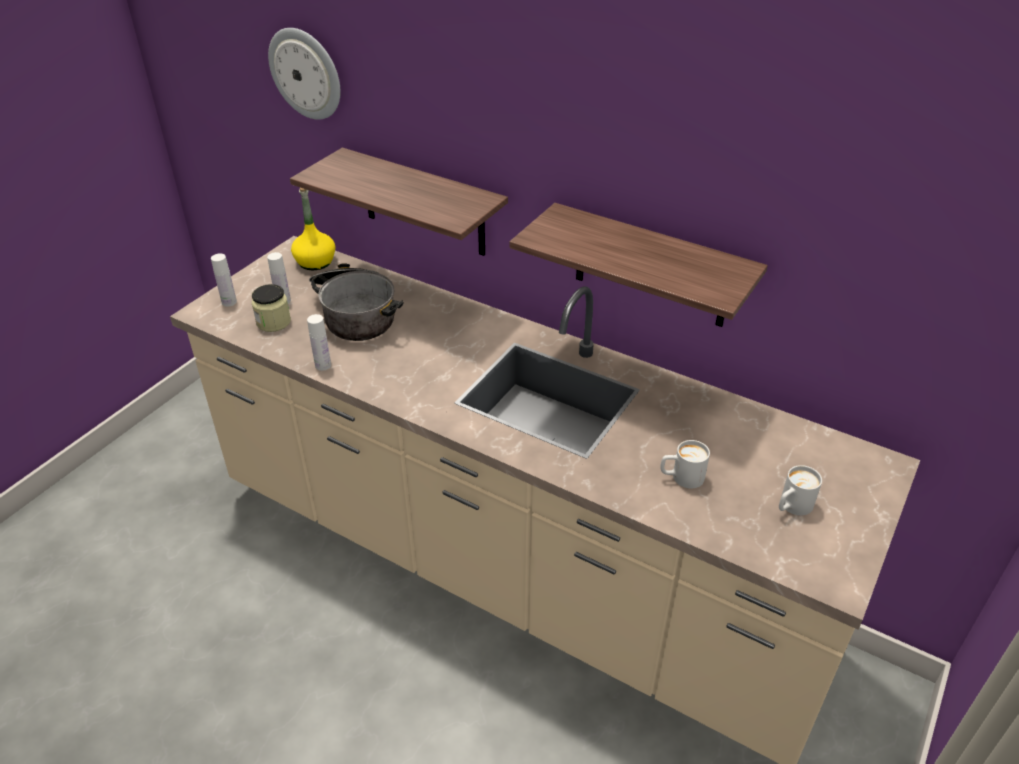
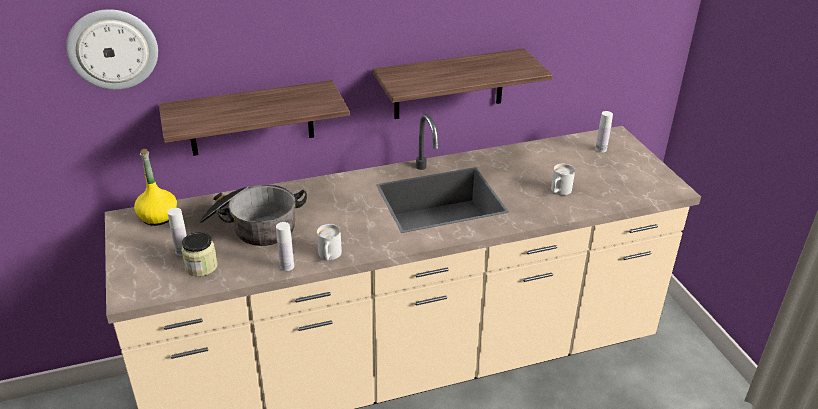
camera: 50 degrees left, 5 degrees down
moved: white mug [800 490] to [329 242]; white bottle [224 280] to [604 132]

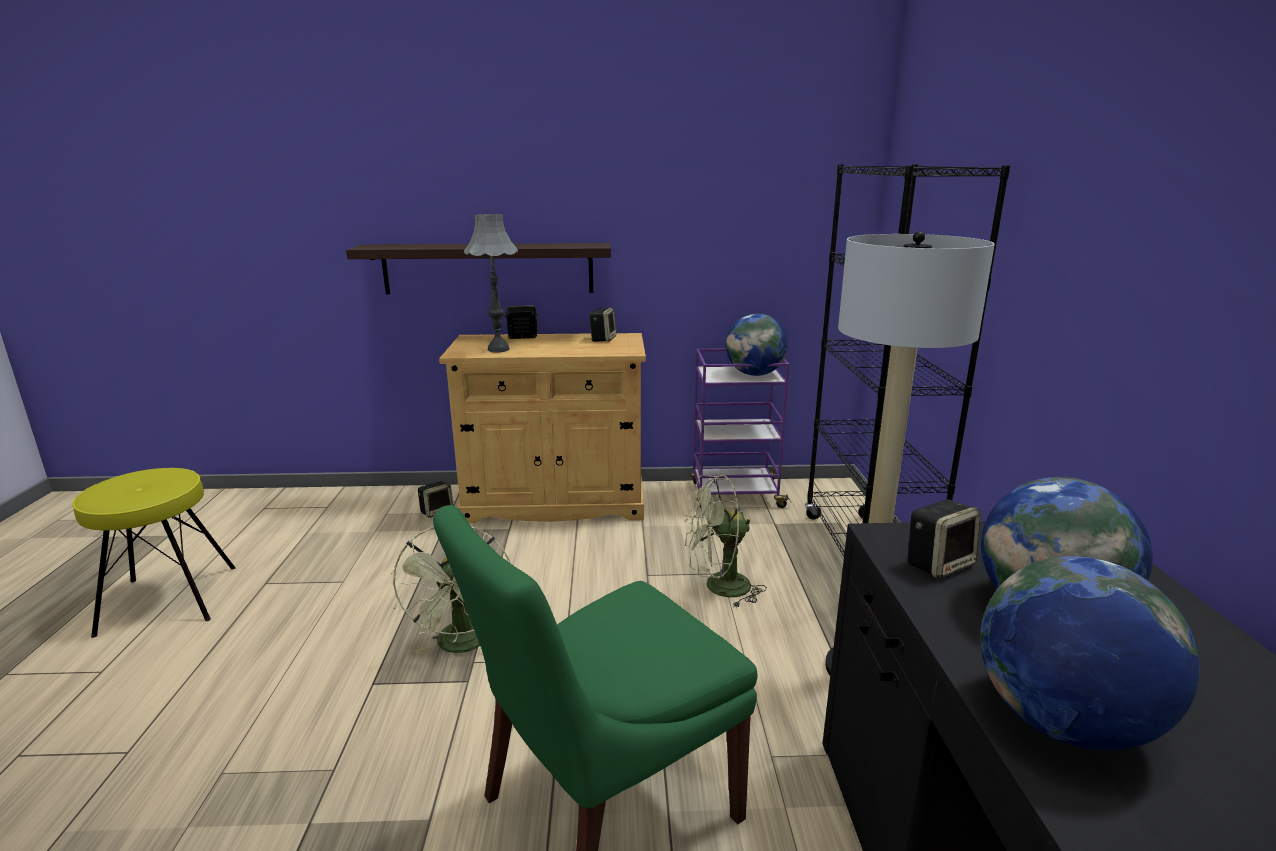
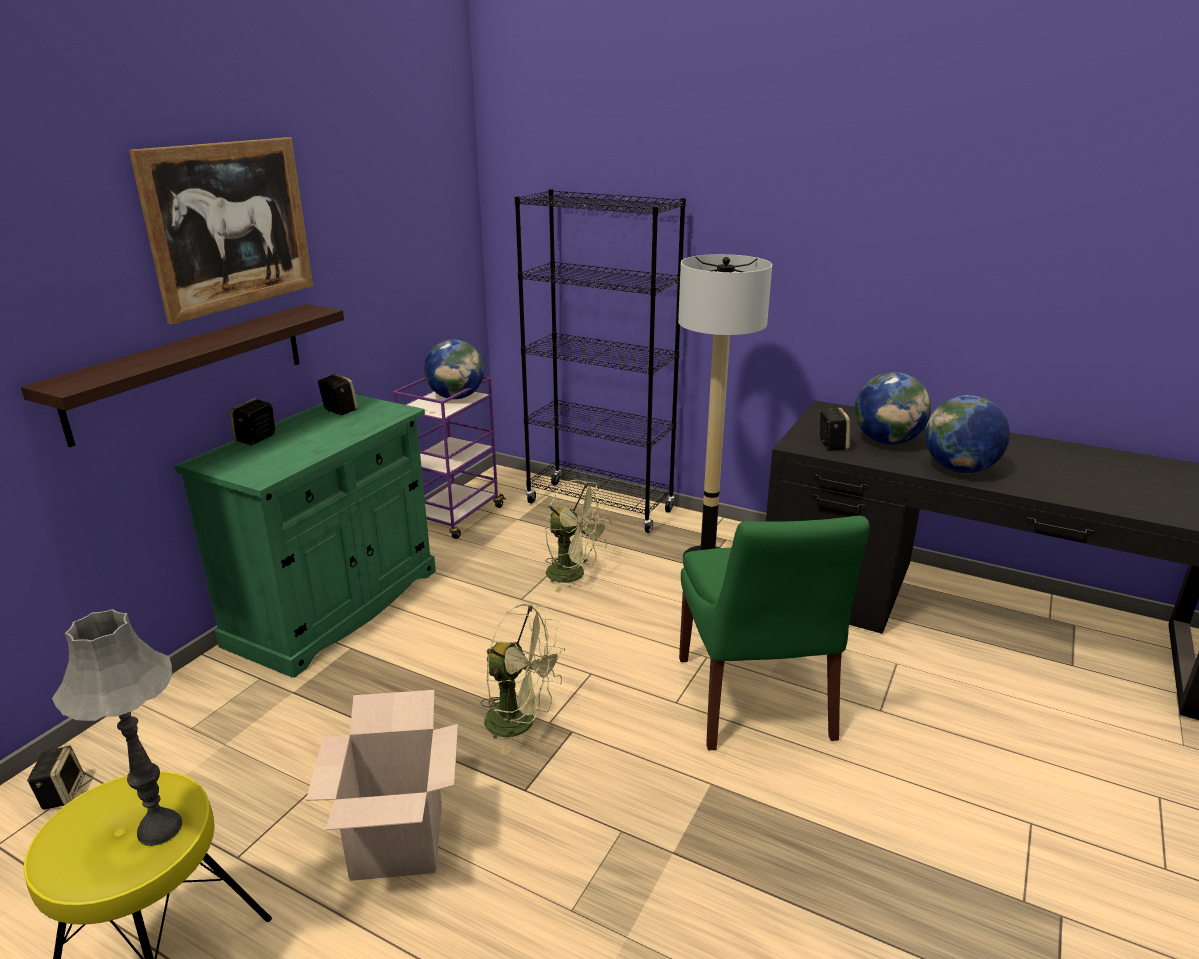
camera: 60 degrees left, 5 degrees up
added: picture [221 230]; cardboard box [382 785]
moved: speaker [436 499] to [56 777]; grey table lamp [491 283] to [117 727]
recoloured: beige cabinet [542 428] to green cabinet [305 536]
turned: green fan [725 542] = [578 536] 75 degrees counterclockwise

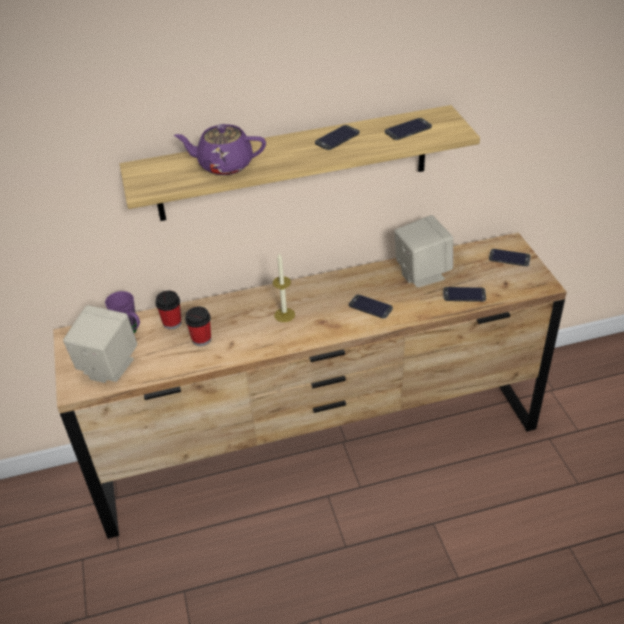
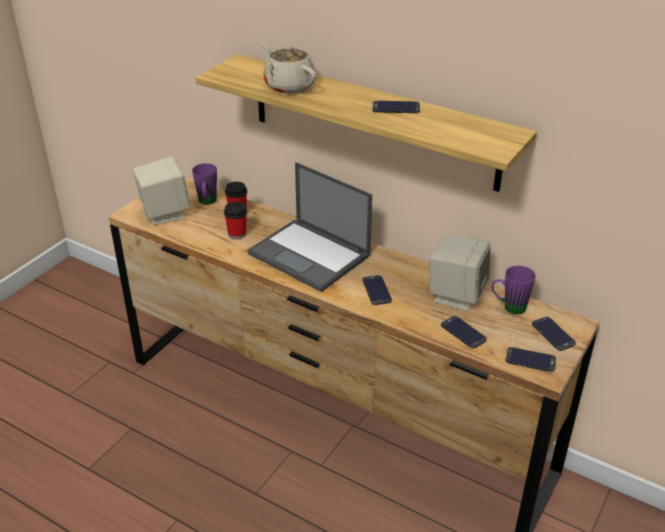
camera: 45 degrees right, 5 degrees down
added: purple mug [513 290]
moved: phone [408 129] to [531 359]
replaced: candle [284 287] to laptop [309 227]
recoloured: purple teapot [220 149] to beige teapot [289 68]

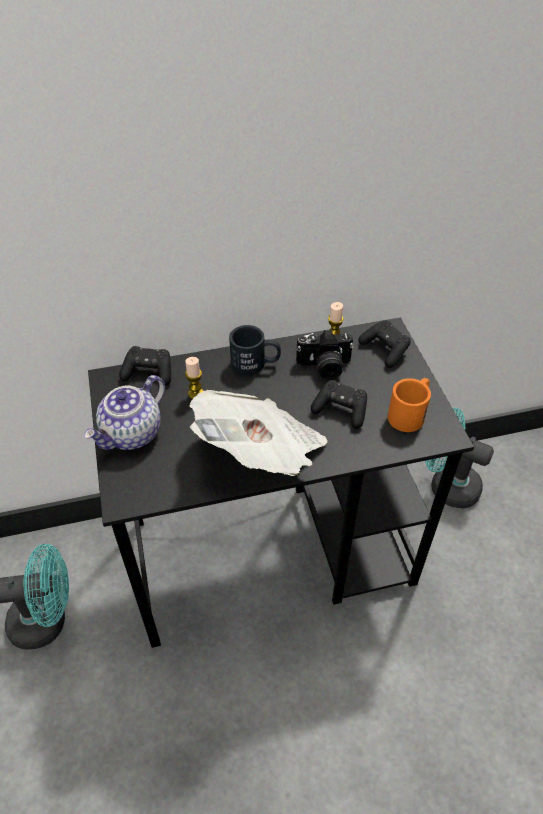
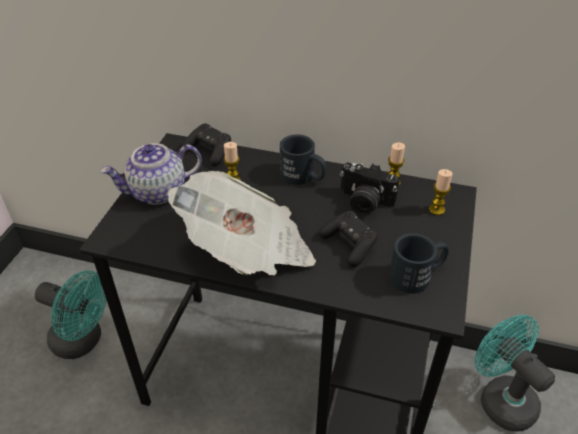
camera: 30 degrees right, 5 degrees down
replaced: black game controller [384 344] to candle [440 192]
recoloured: orange mug [409 405] to black mug [419 263]

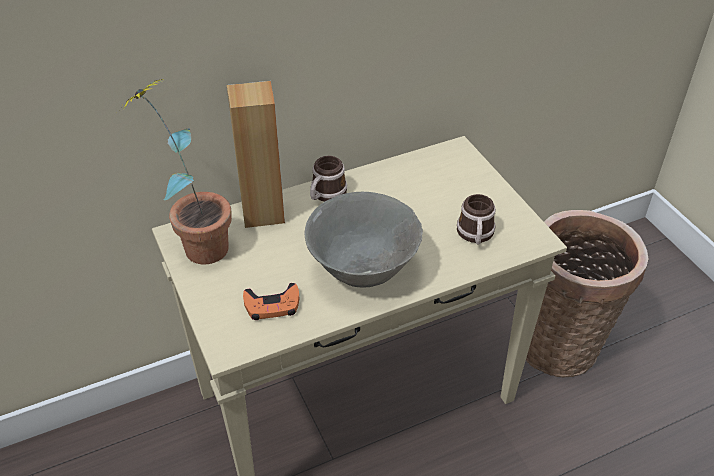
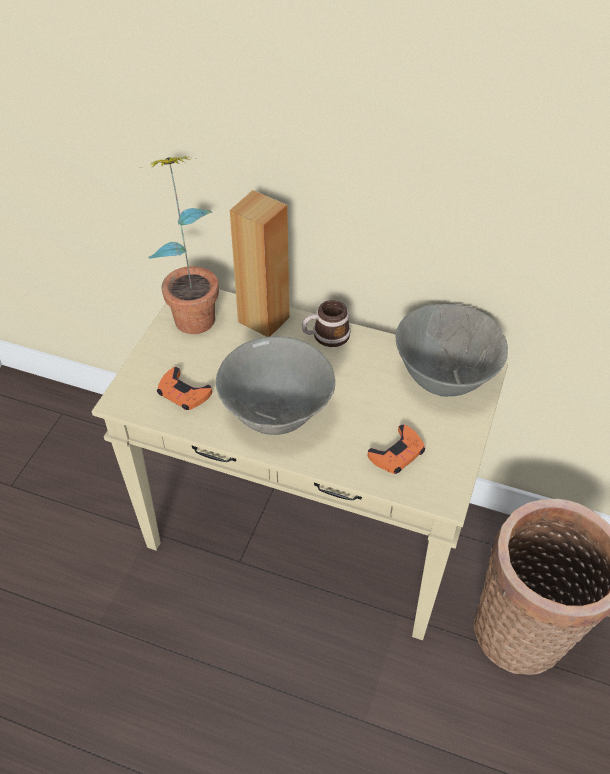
camera: 45 degrees right, 5 degrees up
added: grey bowl [451 350]
replaced: mug [476 219] to orange game controller [396 449]

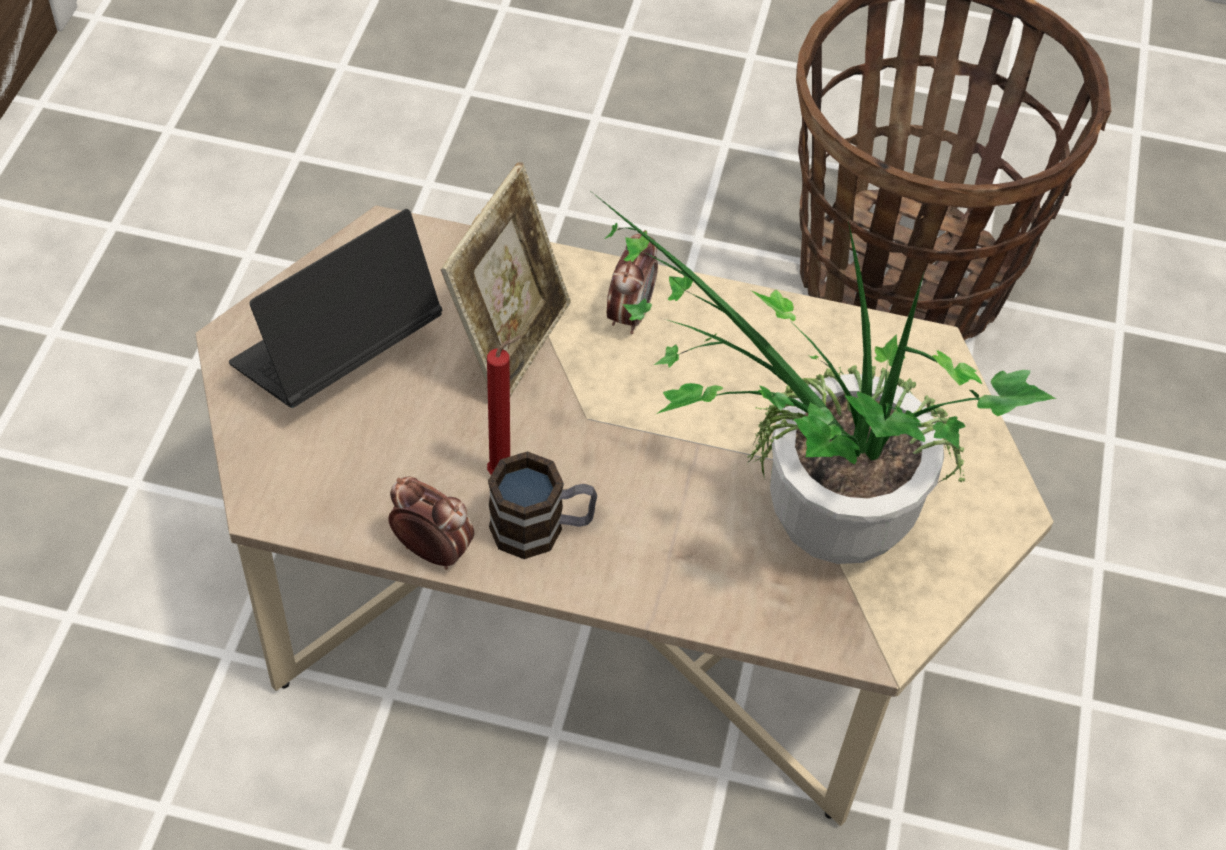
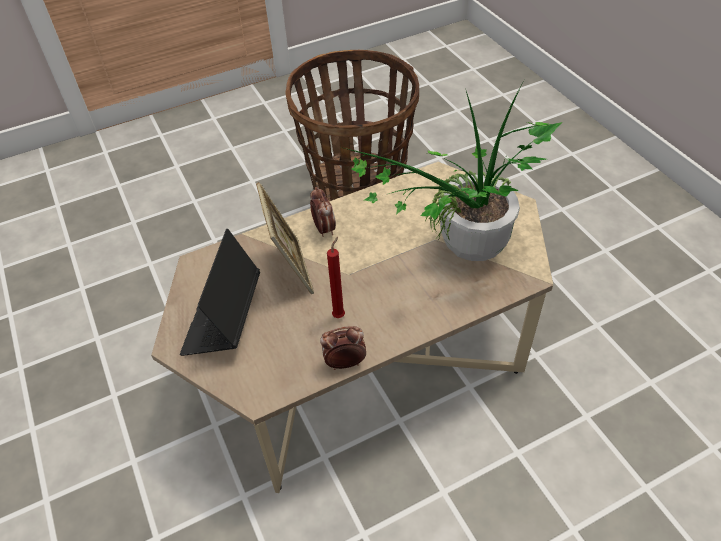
camera: 35 degrees left, 5 degrees down
removed: mug [542 505]

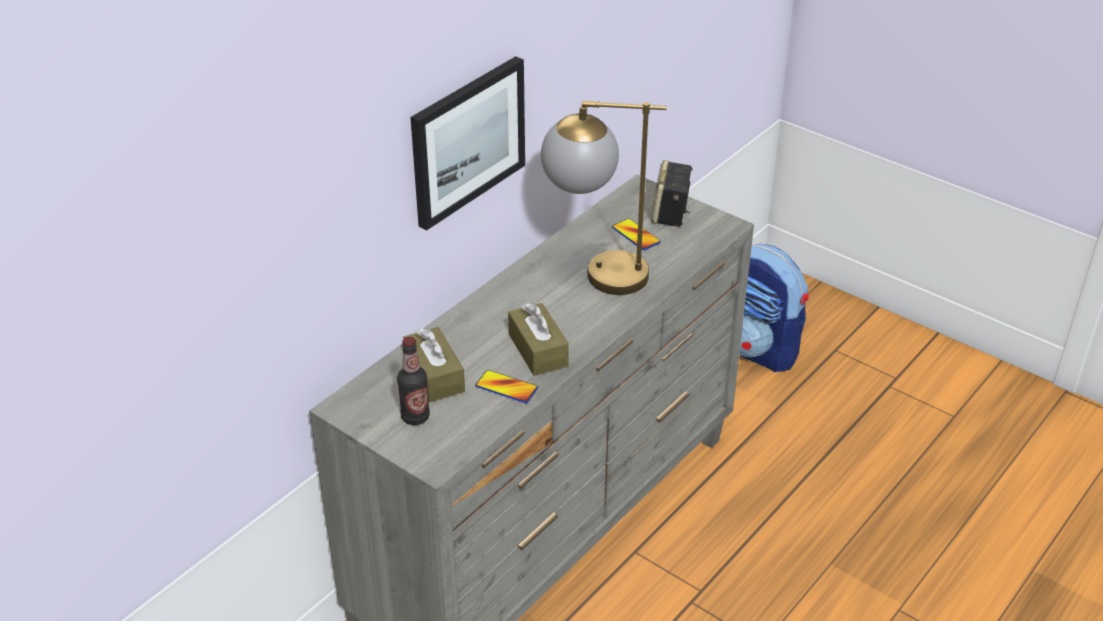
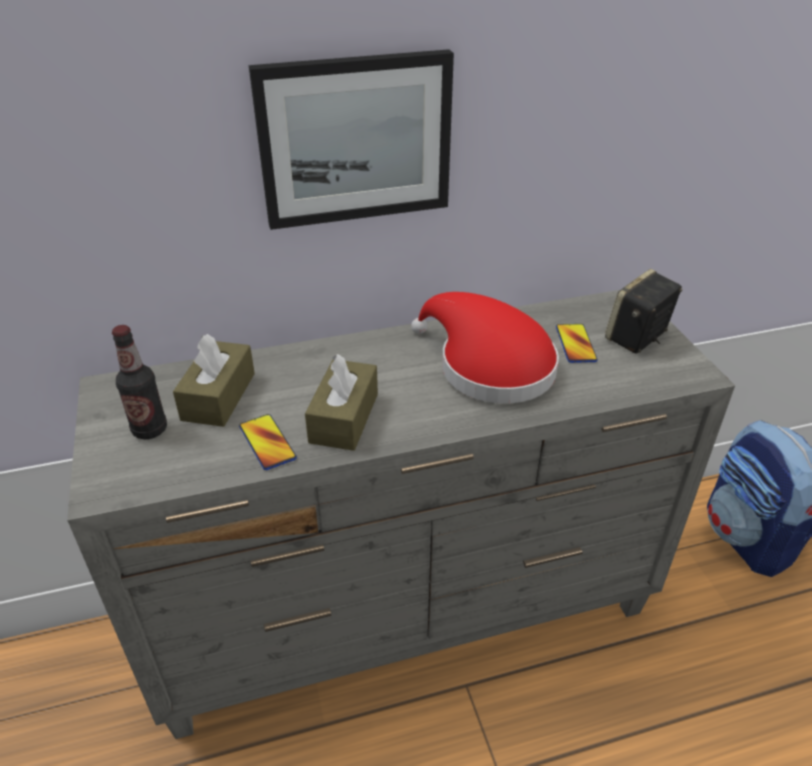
camera: 35 degrees right, 0 degrees up
replaced: table lamp [604 198] to red hat [485 348]

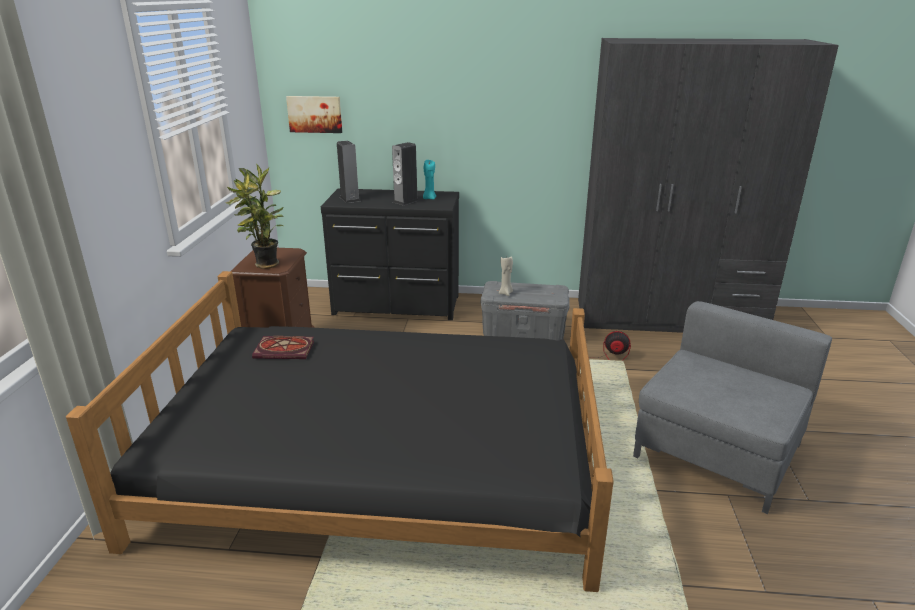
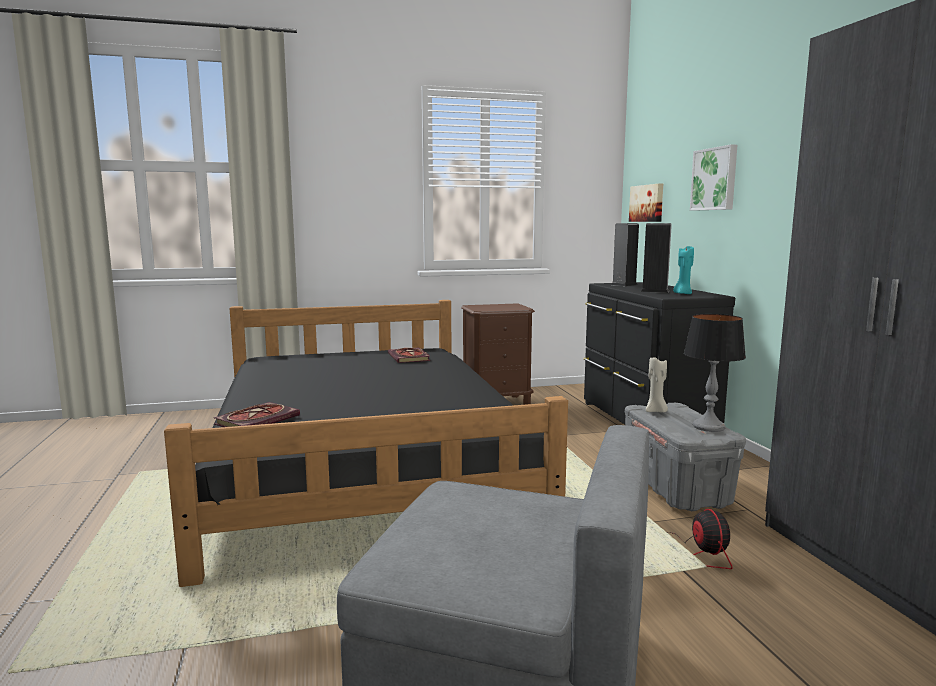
camera: 70 degrees right, 15 degrees down
removed: potted plant [255 216]
added: book [257 414]; table lamp [715 373]; picture [713 177]

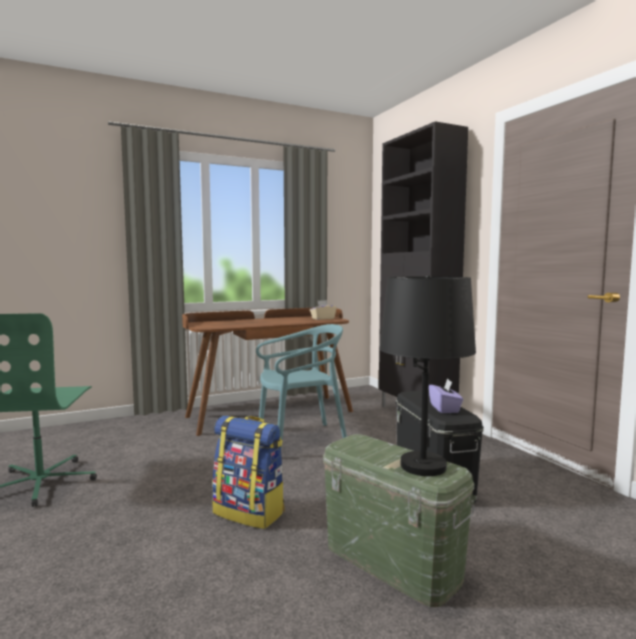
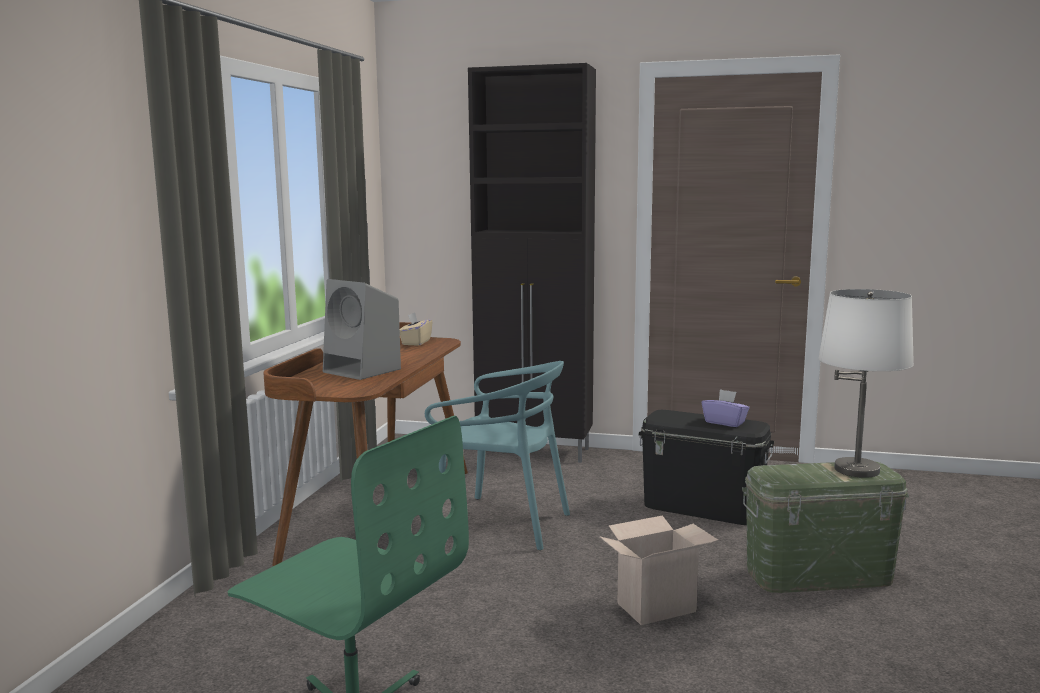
camera: 50 degrees left, 5 degrees up
added: grey speaker [362 329]
replaced: backpack [248 472] to cardboard box [659 570]
recoloured: black table lamp [427 375] to white table lamp [866 383]
turned: turquoise chair [301 385] = [497 455] 90 degrees clockwise

